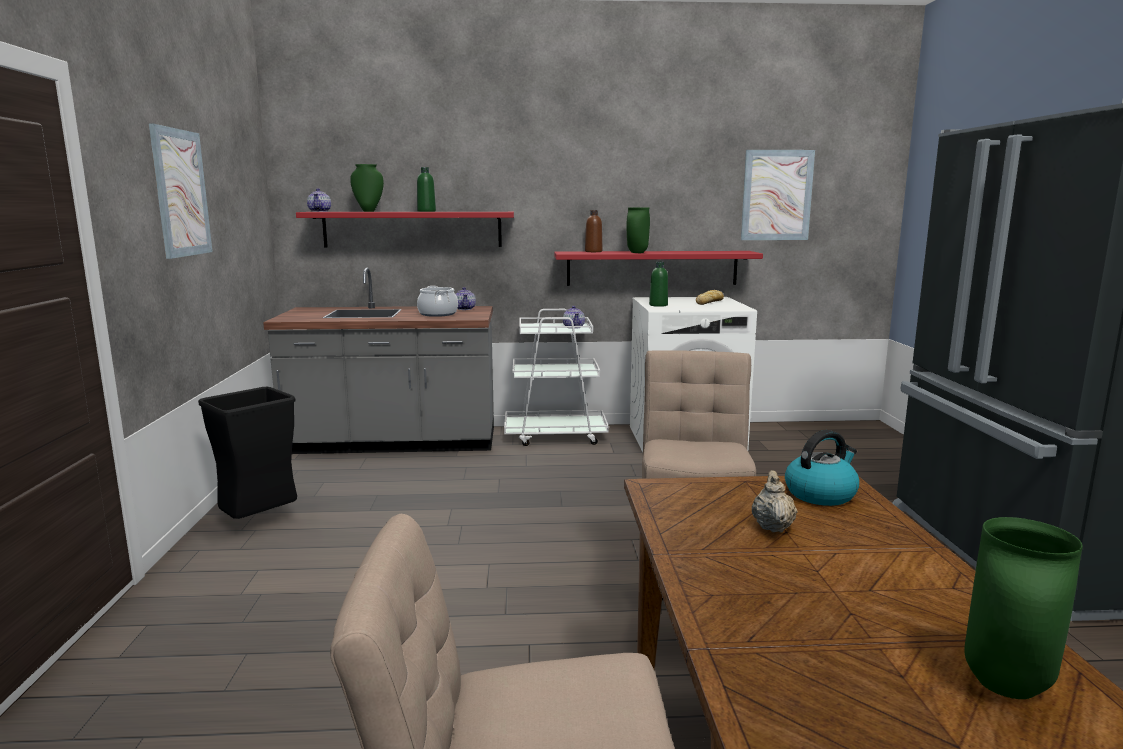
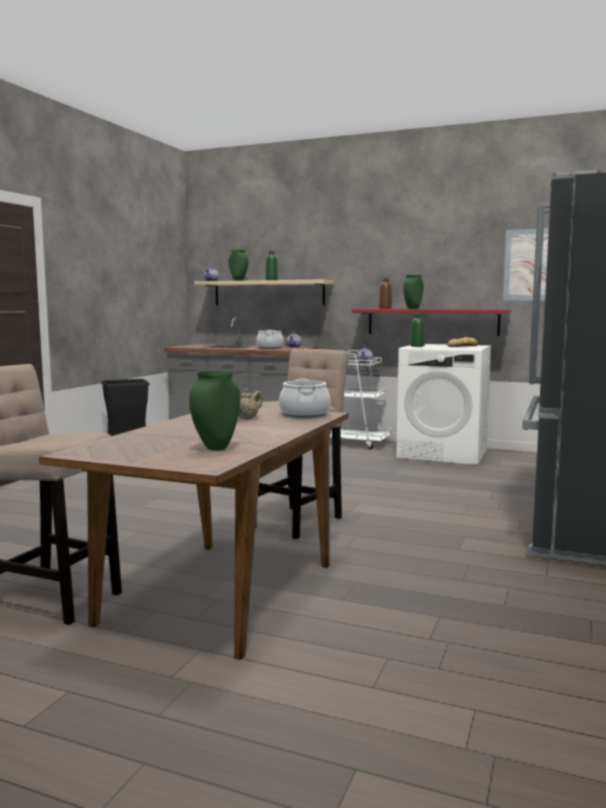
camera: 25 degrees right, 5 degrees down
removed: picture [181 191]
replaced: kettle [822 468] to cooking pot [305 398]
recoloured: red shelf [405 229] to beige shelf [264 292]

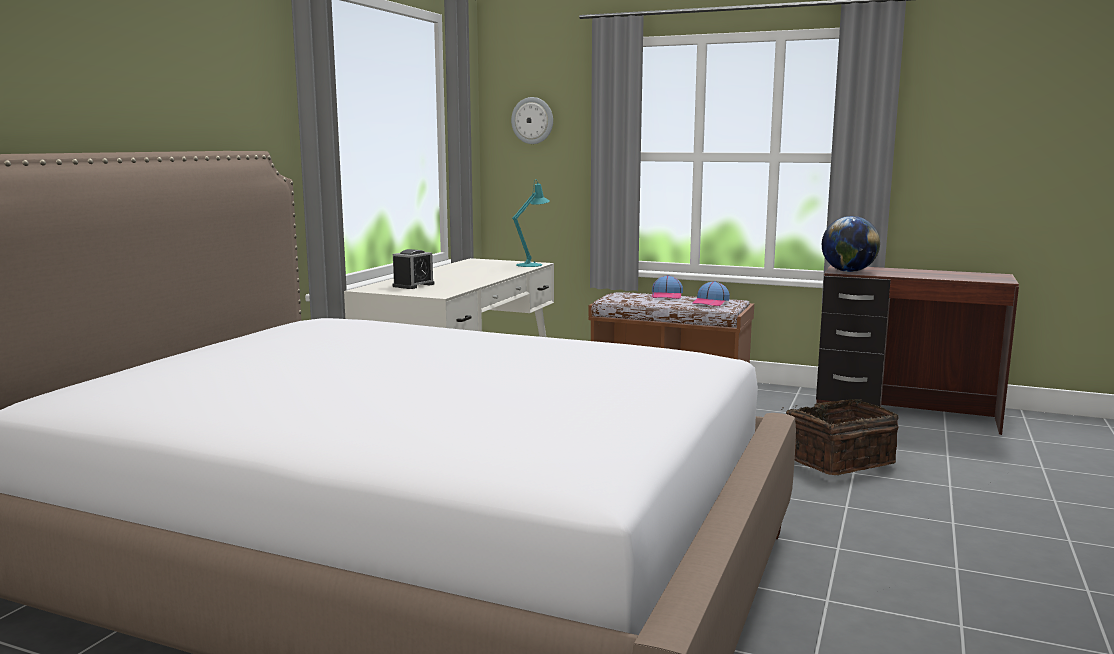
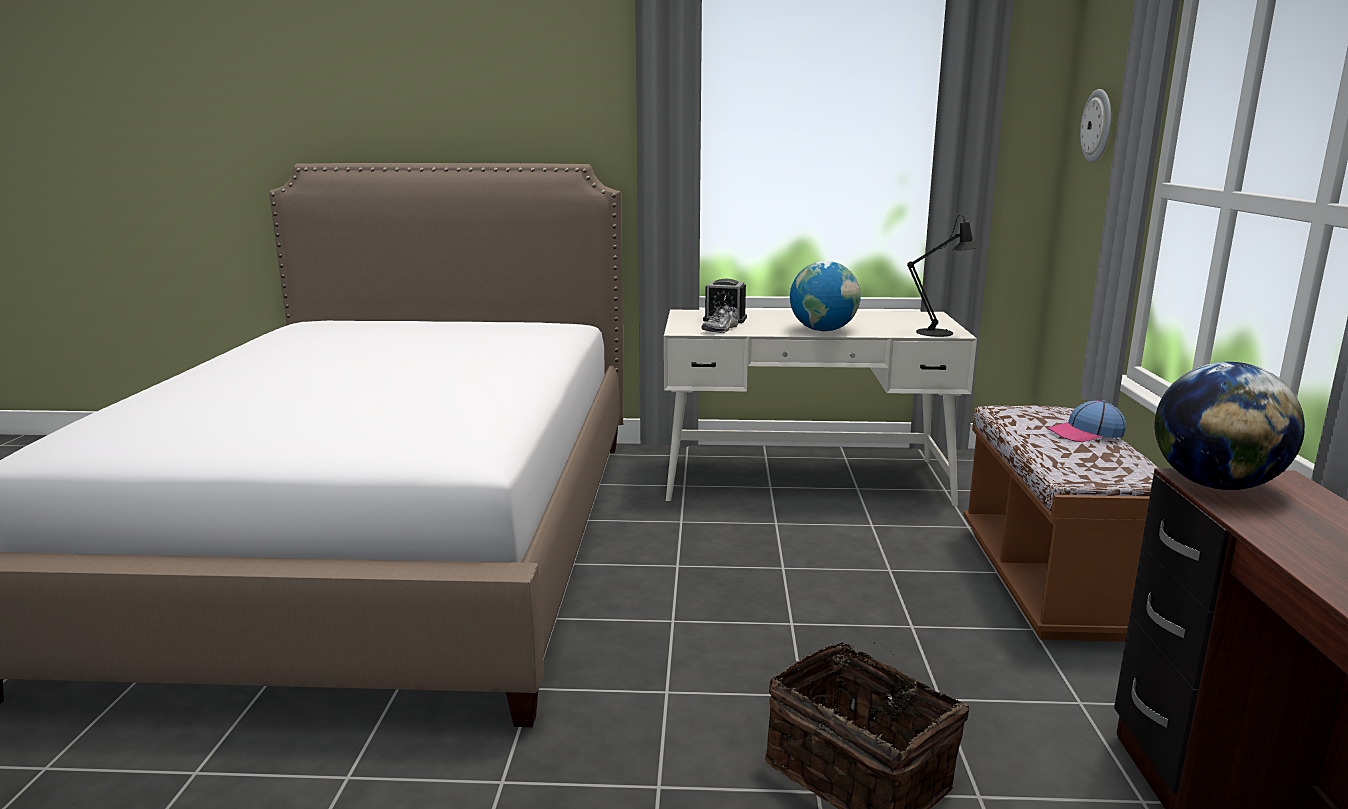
camera: 70 degrees right, 5 degrees up
removed: cap [711 293]
added: shoe [719 317]; globe [825 296]
recoloured: turquoise table lamp [531 223] to black table lamp [944 276]

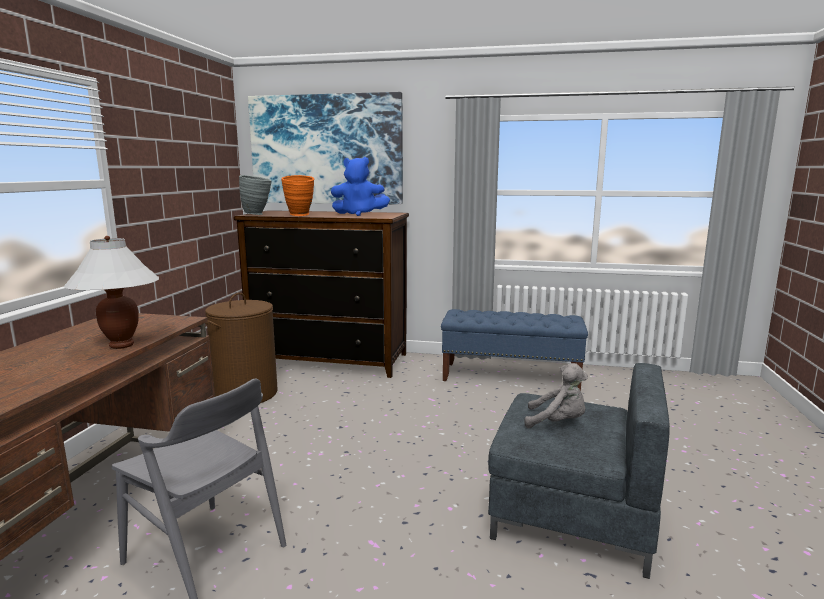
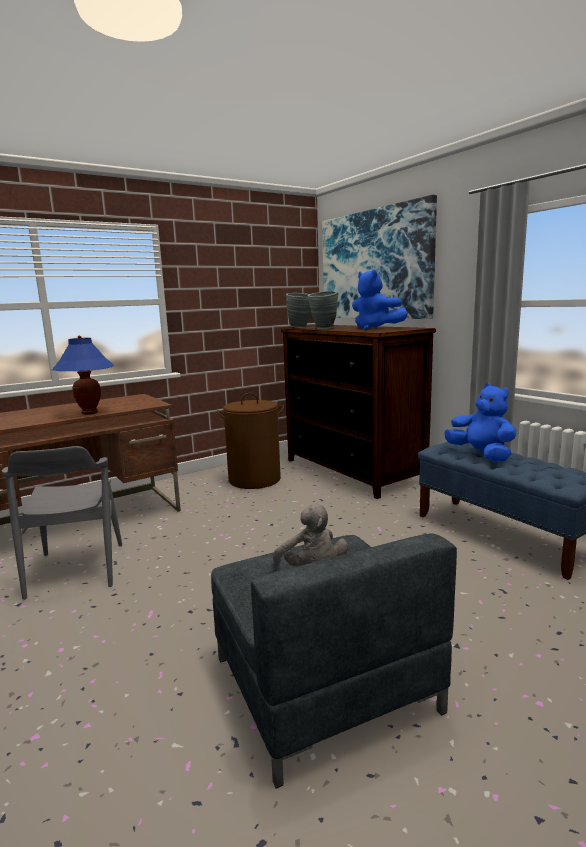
camera: 45 degrees right, 0 degrees up
added: blue plush toy [480 422]
recoloured: white table lamp [111 292] to blue table lamp [83 375]; orange vase [297 195] to grey vase [323 310]

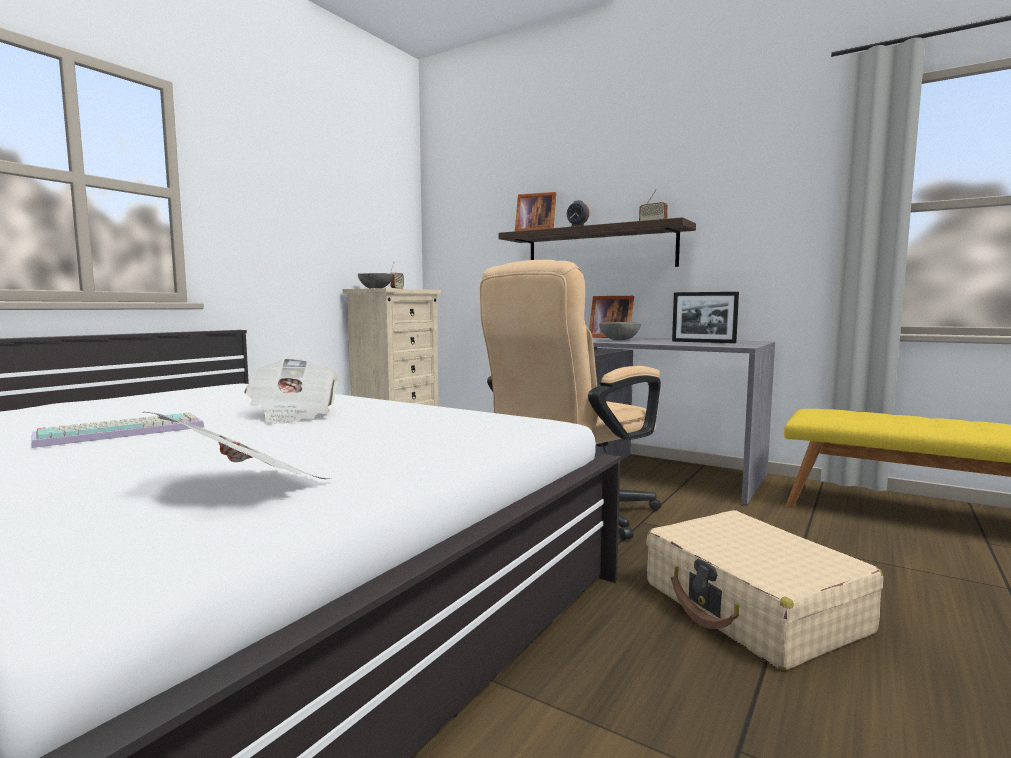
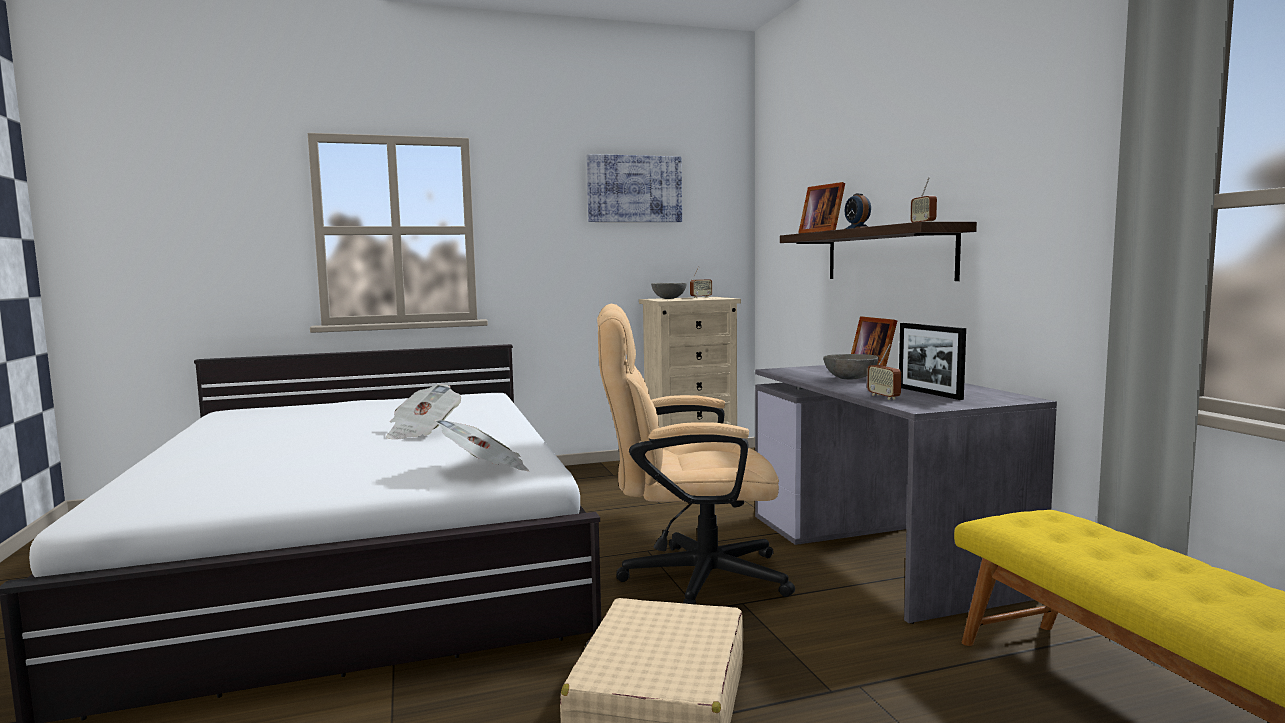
camera: 40 degrees right, 0 degrees up
removed: keyboard [118 430]
added: picture [634 188]; radio [884 372]
moved: newspaper [236 445] to [481 445]

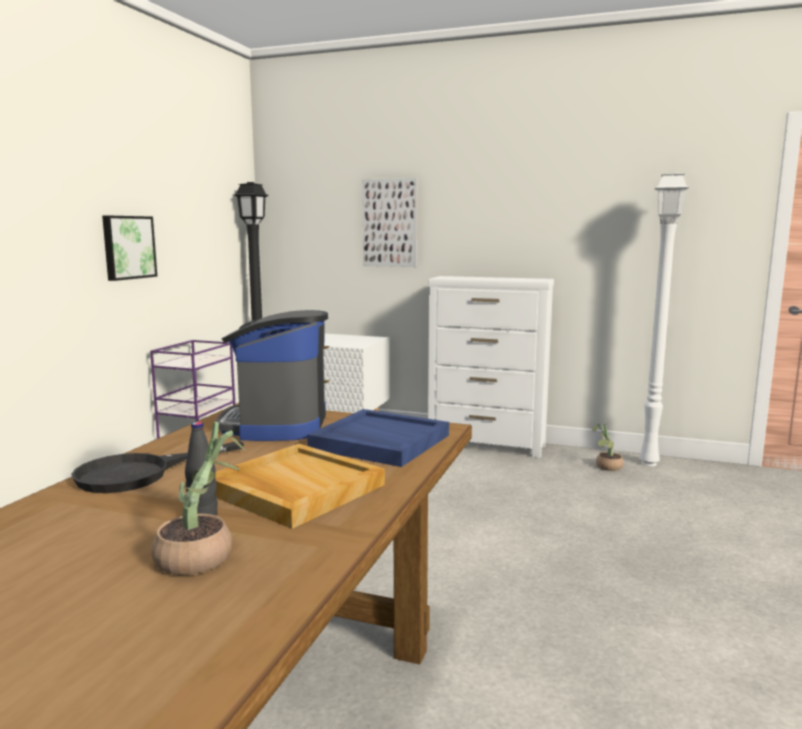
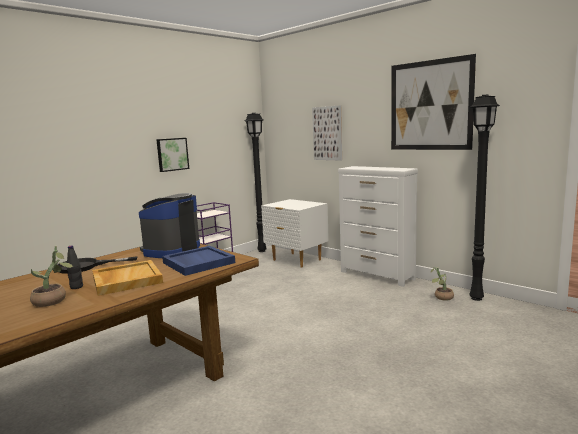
camera: 25 degrees right, 0 degrees up
added: picture [433 102]
recoloured: white floor lamp [664 319] to black floor lamp [484 198]

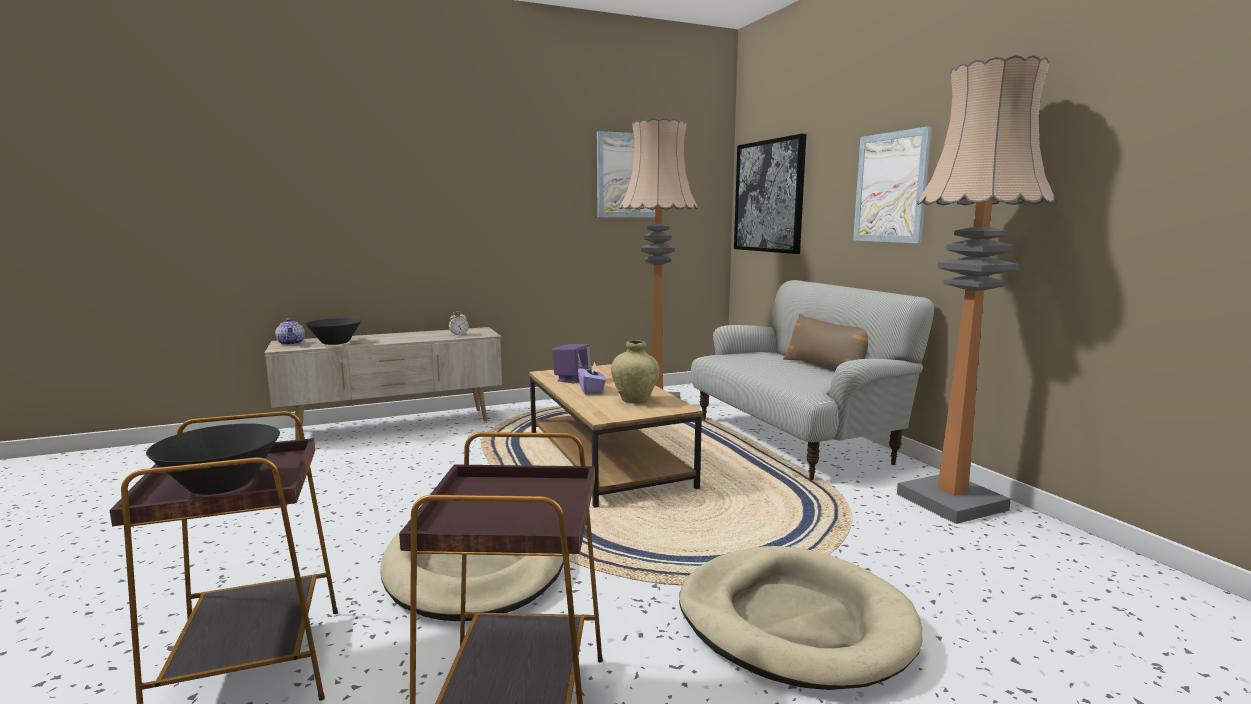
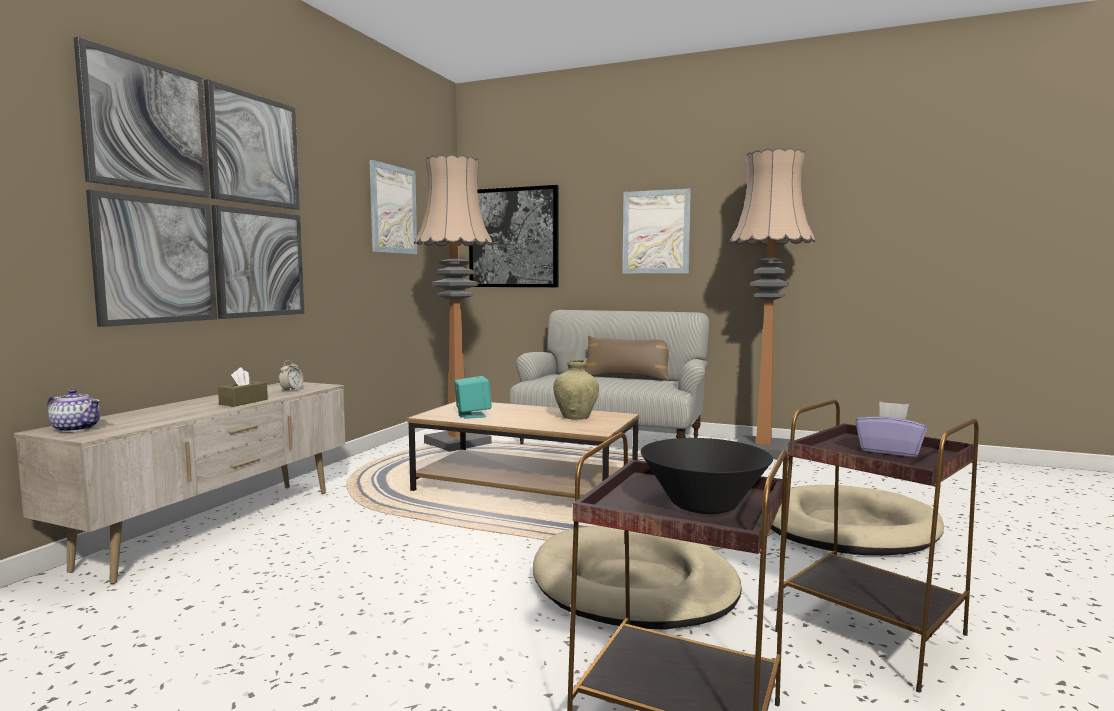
camera: 45 degrees left, 5 degrees down
removed: black bowl [333 331]
added: picture [189 182]; brown tissue box [243 386]
moved: purple tissue box [592 378] to [891 429]
recoloured: purple speaker [572 364] to turquoise speaker [473 397]

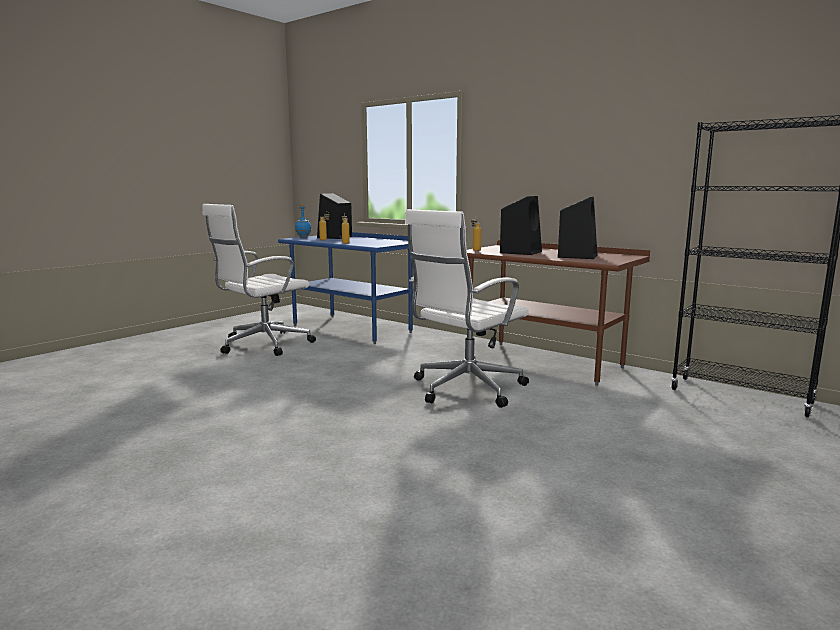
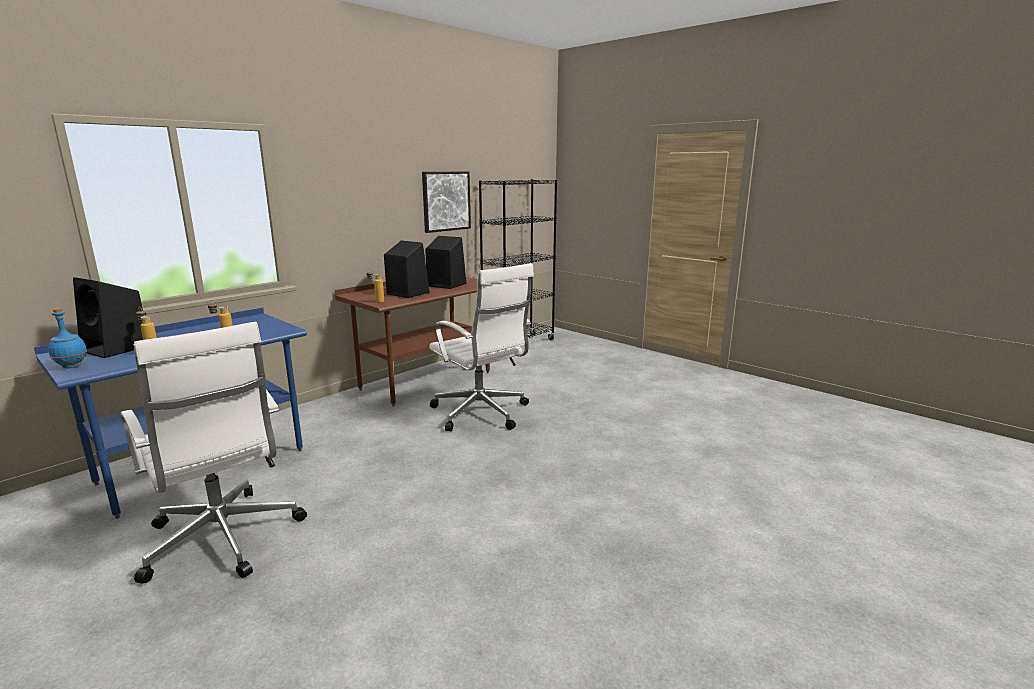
camera: 85 degrees left, 5 degrees up
added: picture [446 202]

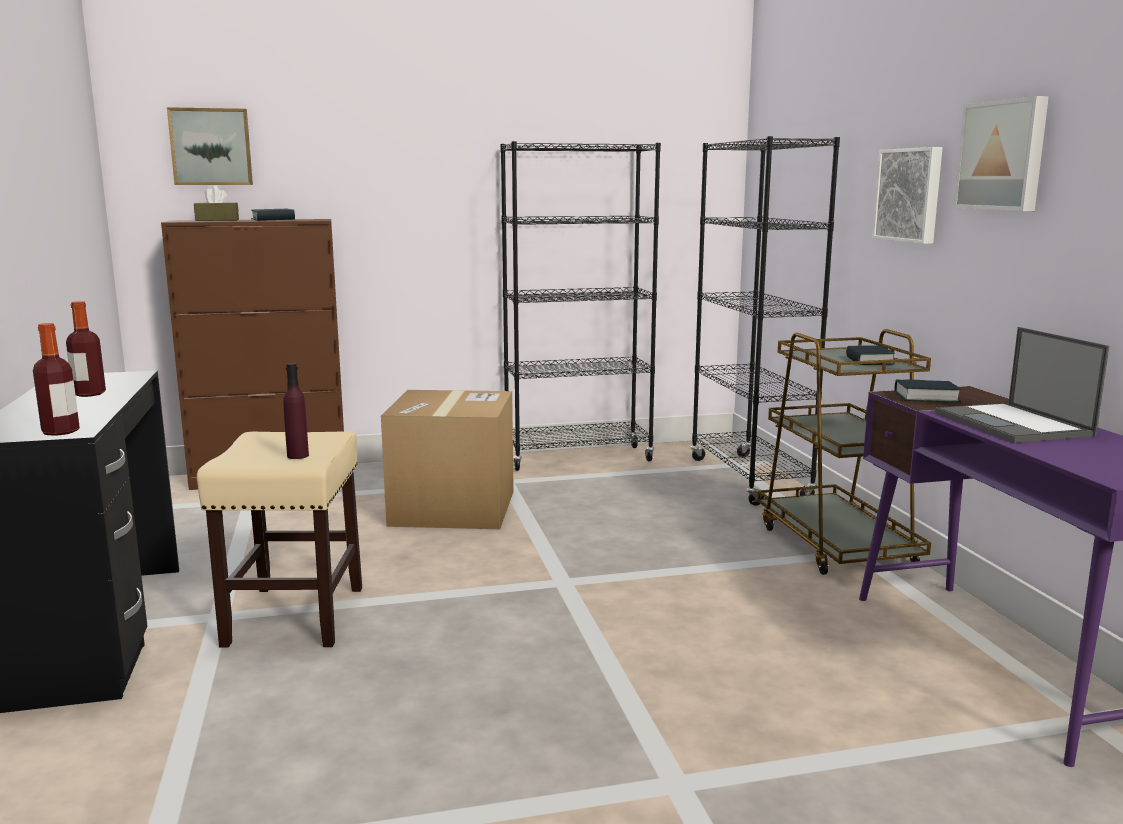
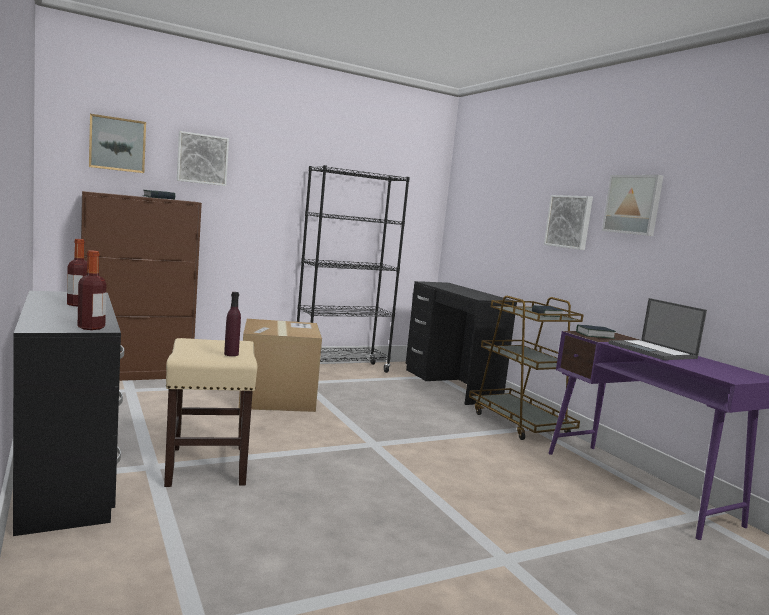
camera: 15 degrees left, 5 degrees down
removed: brown tissue box [216 203]
added: picture [203 158]
replaced: black bookcase [765 320] to black desk [461 343]

